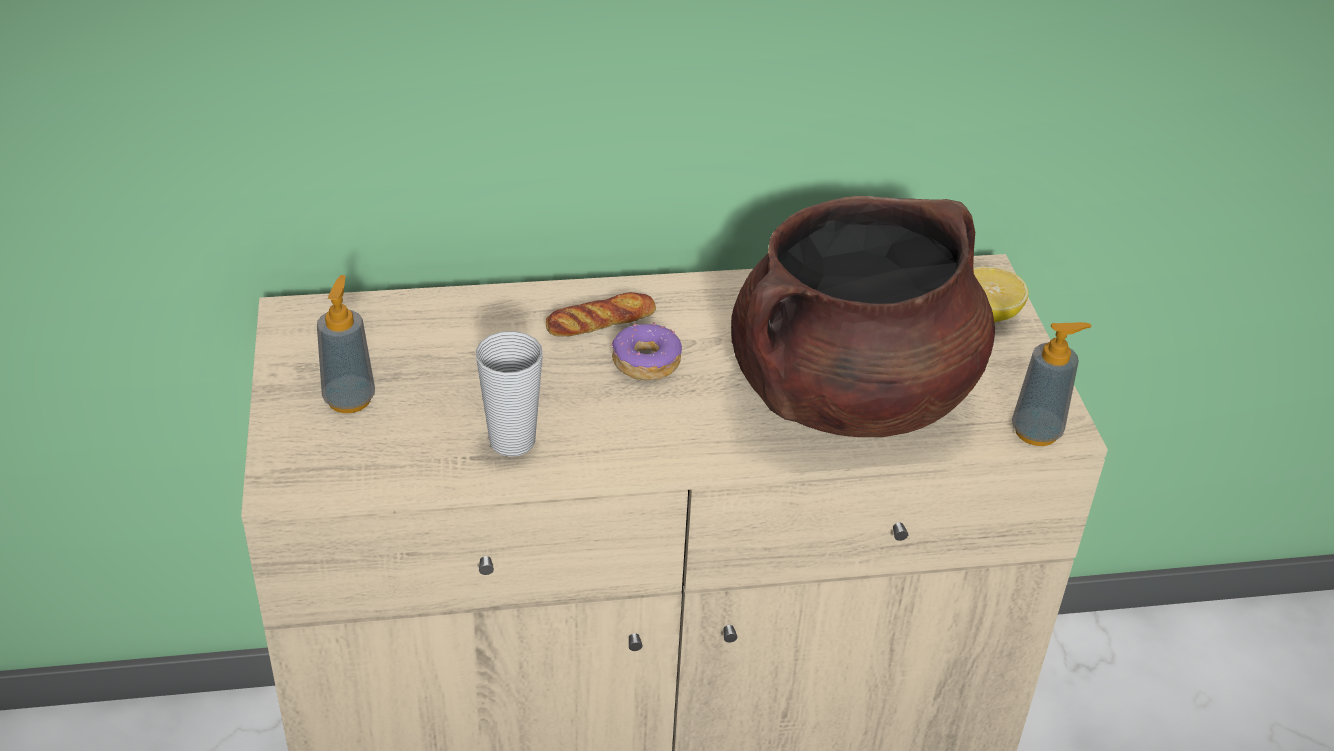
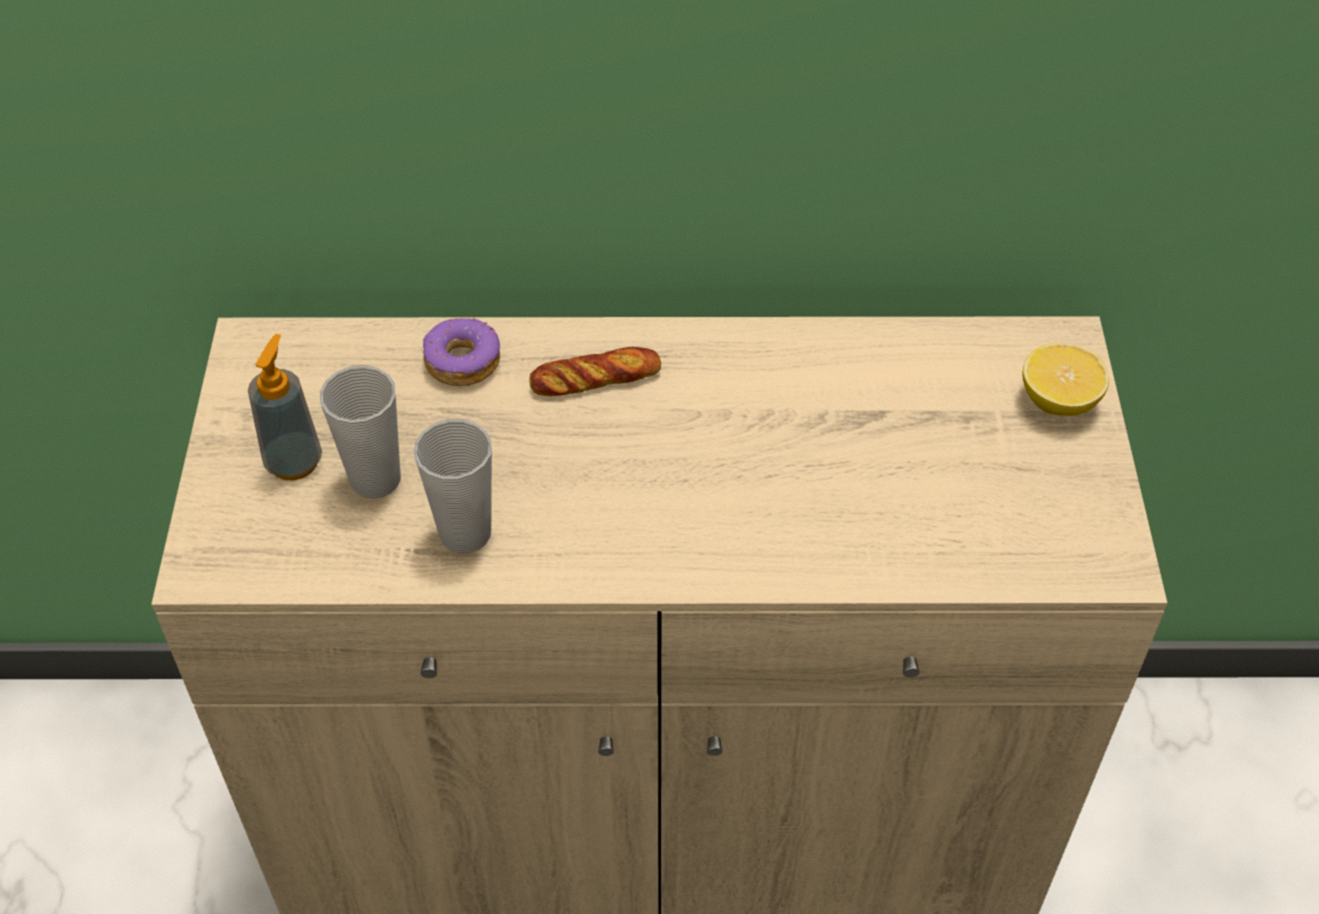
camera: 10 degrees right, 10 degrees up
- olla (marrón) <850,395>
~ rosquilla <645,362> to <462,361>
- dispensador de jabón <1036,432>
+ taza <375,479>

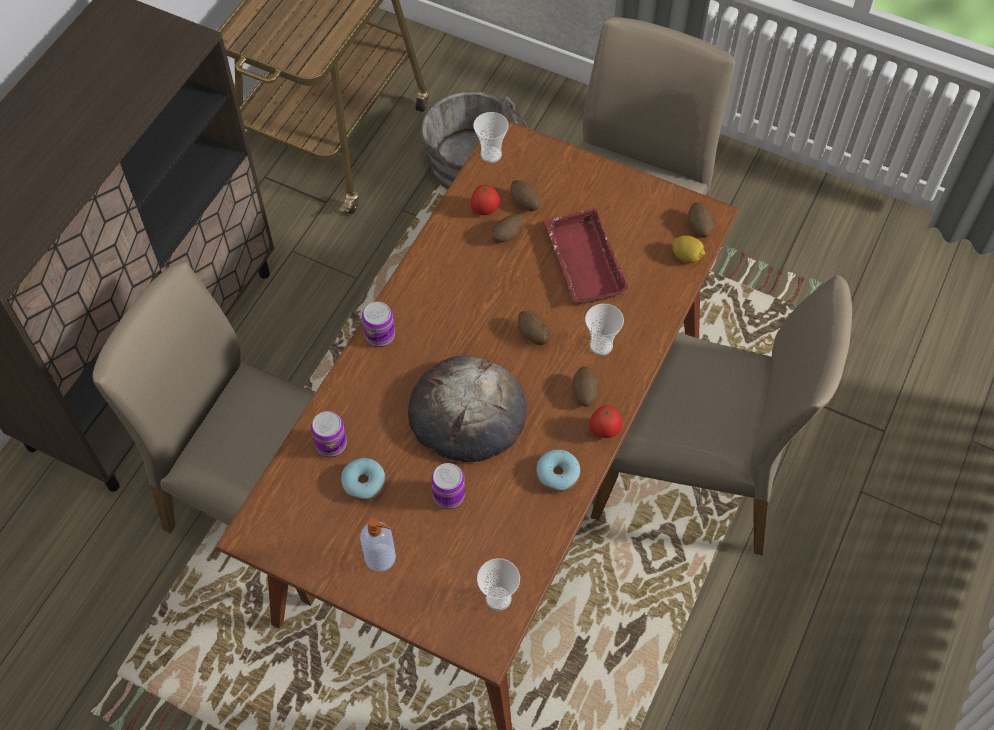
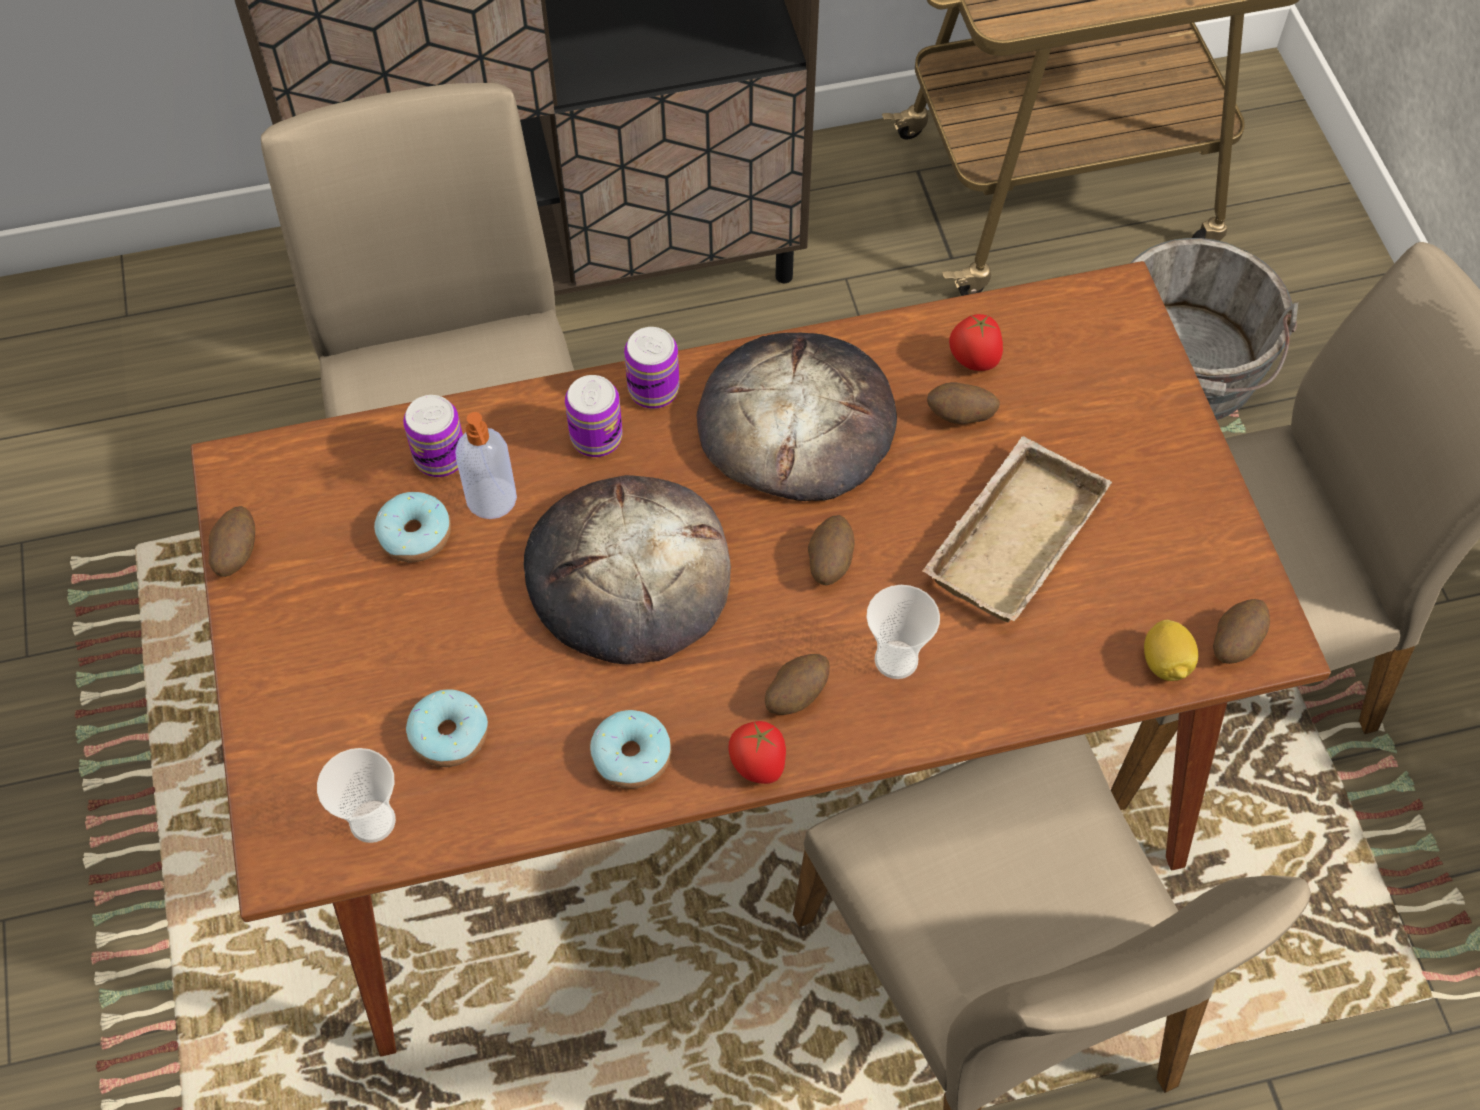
camera: 50 degrees right, 0 degrees up
- taza <491,154>
~ patata <524,203> to <236,553>
~ bandeja (rojo) <581,262> to bandeja (beis) <1011,535>
~ lata <449,496> to <596,438>
~ dispensador de jabón <381,558> to <492,500>
+ pan <796,422>
+ rosquilla <449,735>

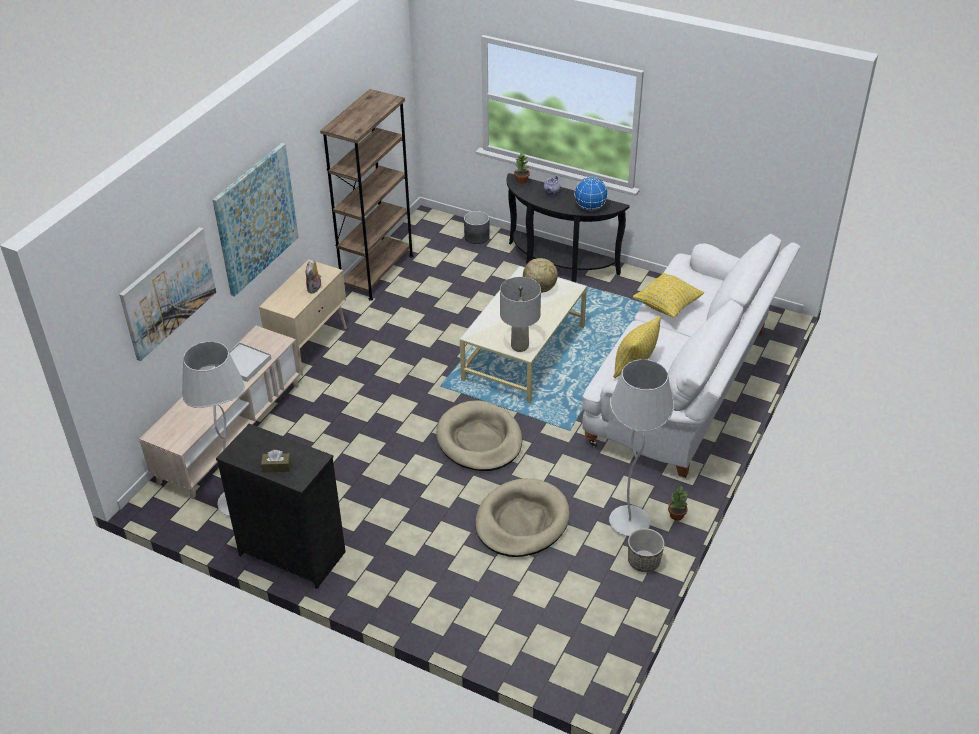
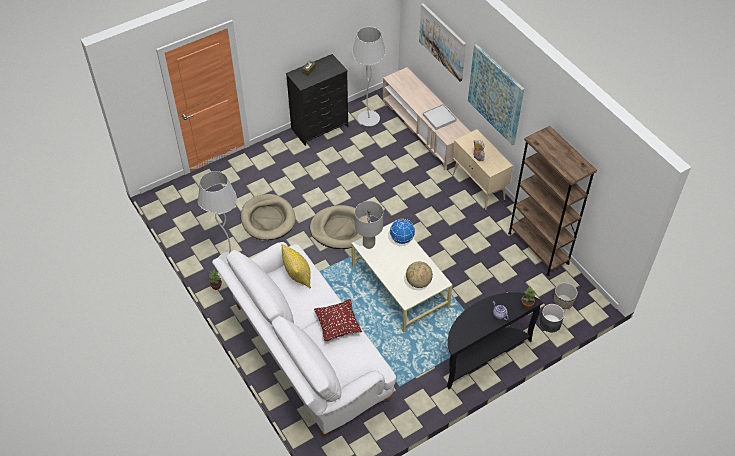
camera: 120 degrees right, 10 degrees up
~ globo terráqueo <590,207> to <401,239>
~ cojín (amarillo) <667,306> to cojín (rojo) <338,326>
~ maceta <643,561> to <563,302>

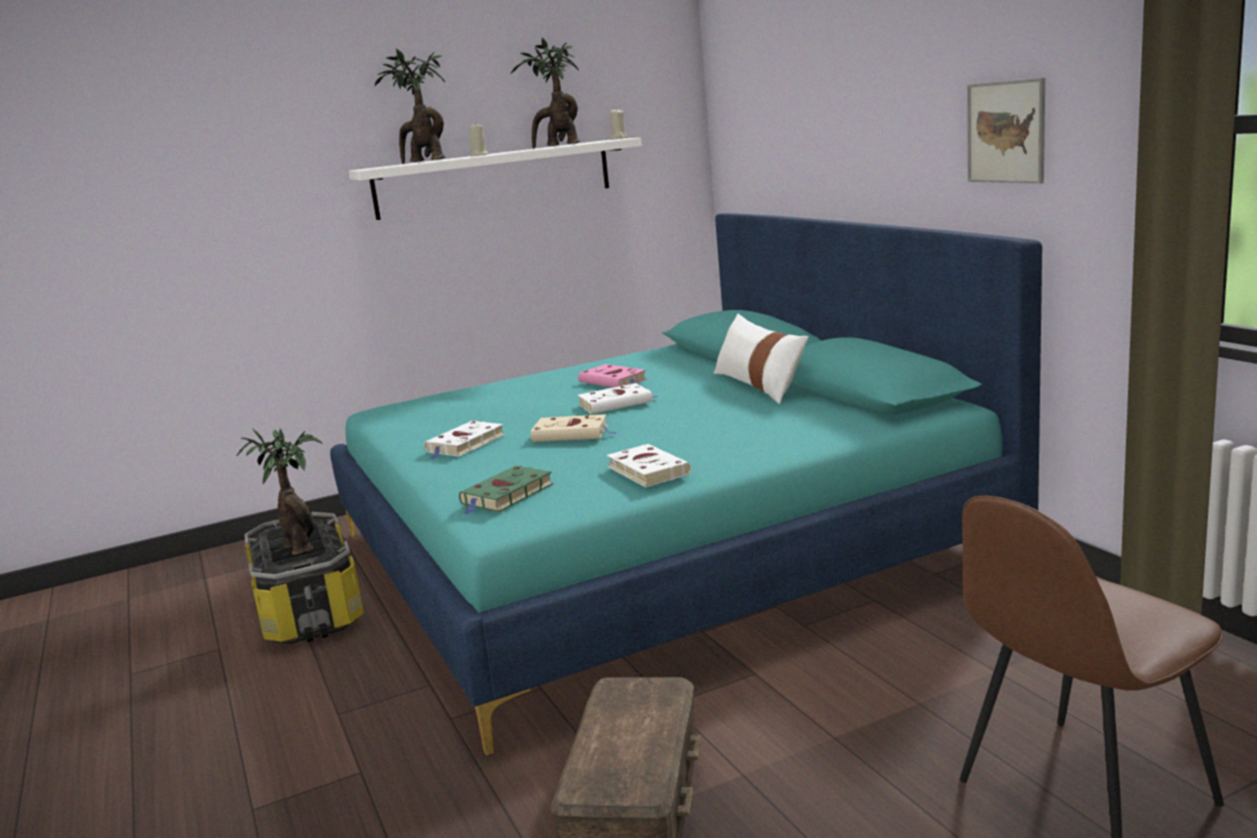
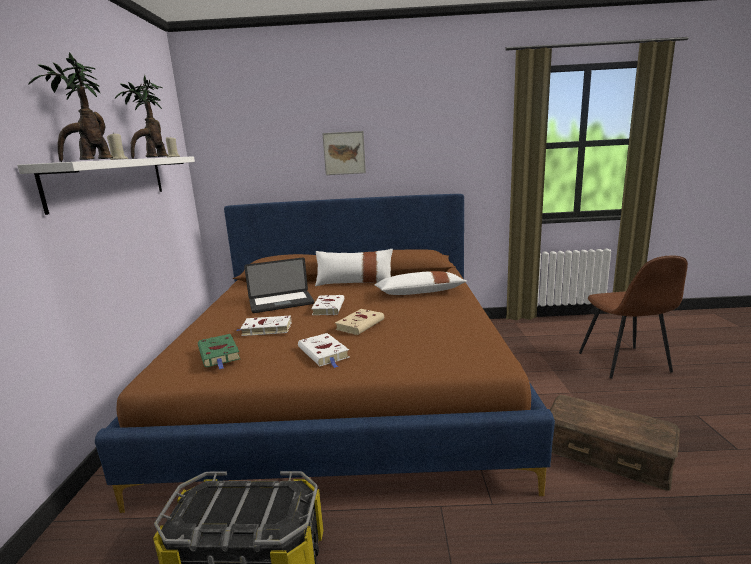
camera: 65 degrees left, 0 degrees up
~ cuadro <1006,132> to <344,153>
~ cama (turquesa) <656,546> to cama (marrón) <345,387>
~ libro (rosa) <614,381> to portátil <281,303>
- planta en maceta <300,547>
~ libro (blanco) <646,470> to <265,329>
~ libro (verde) <506,495> to <219,354>
+ cojín (blanco) <419,293>

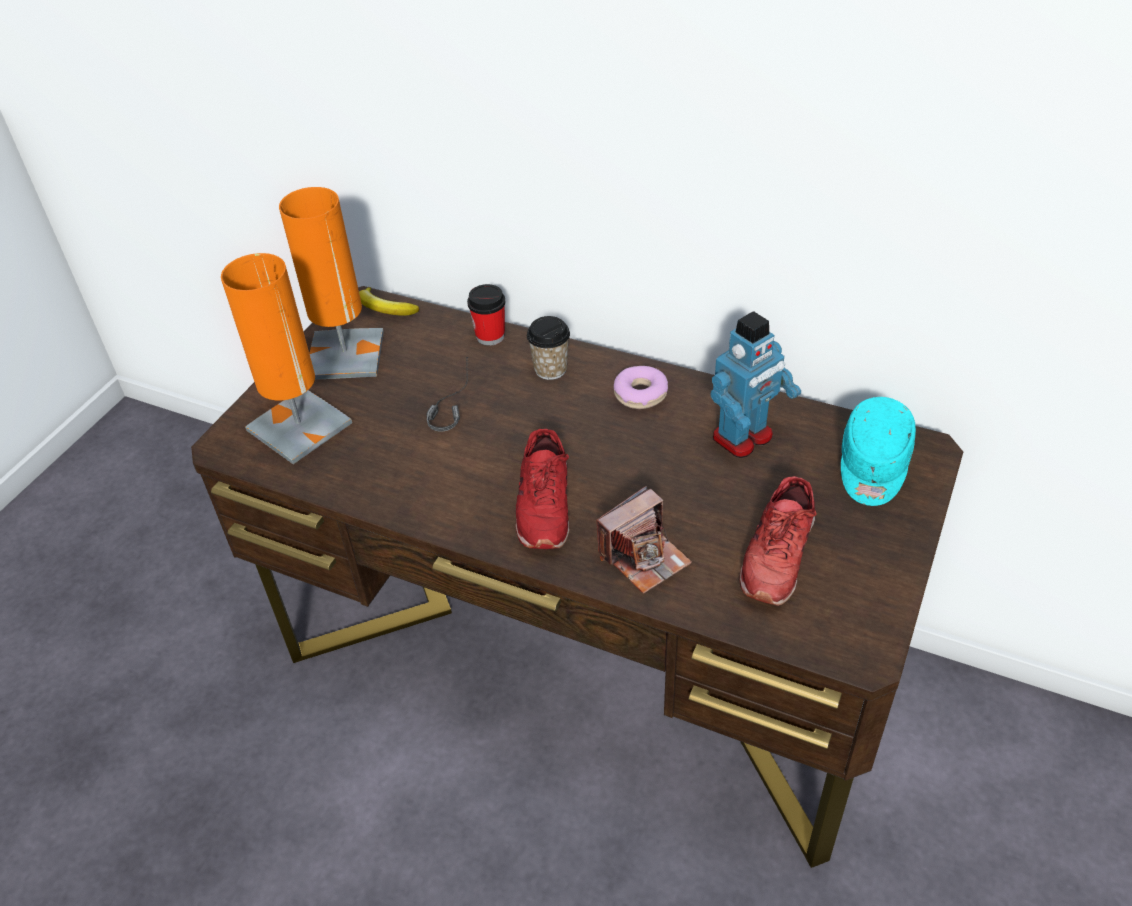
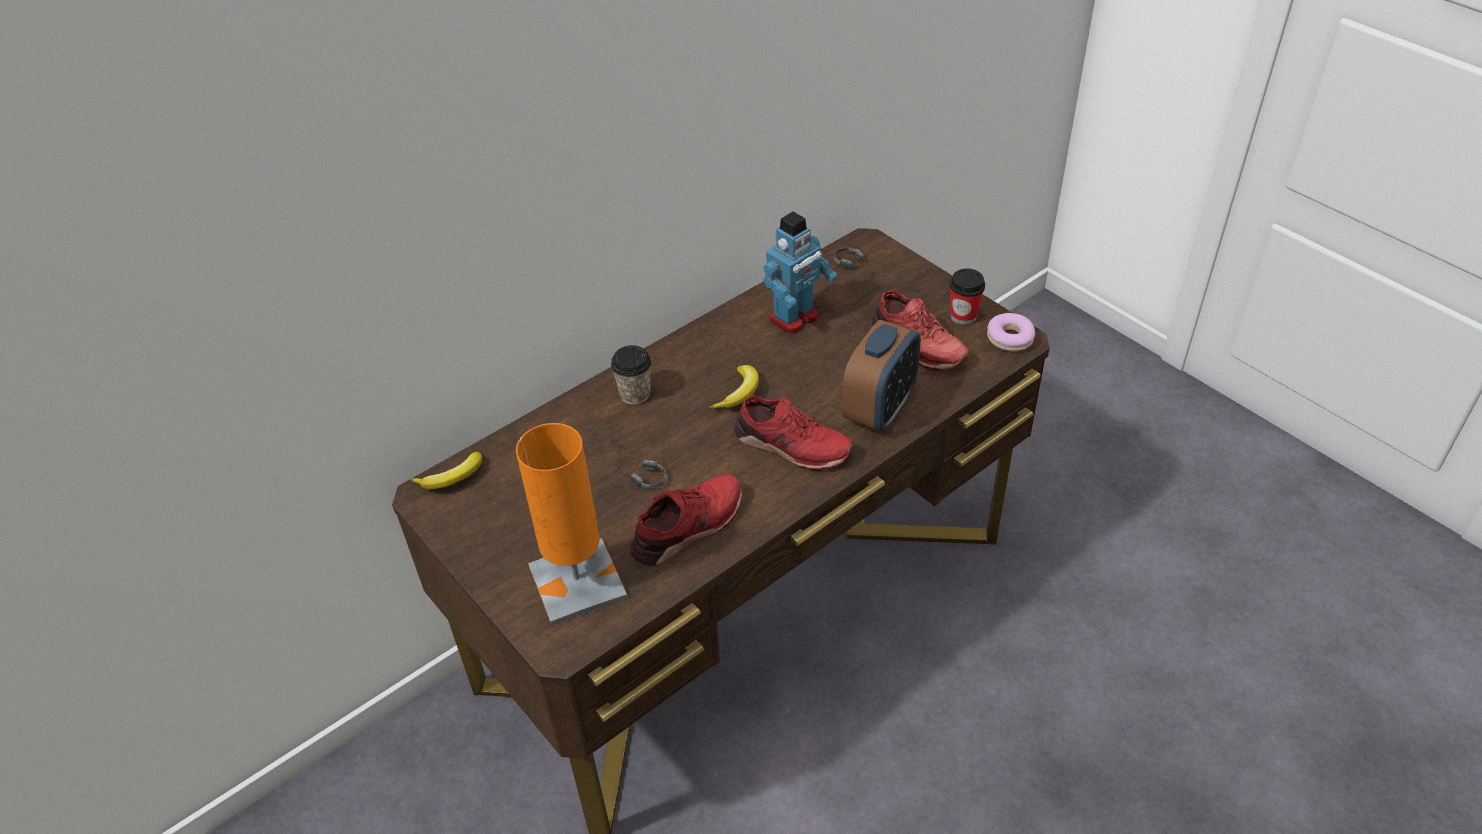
camera: 65 degrees left, 0 degrees up
- lámpara de mesa (naranja) <345,355>
~ taza <490,336> to <963,316>
~ robot de juguete <743,438> = <795,318> 60 degrees clockwise
~ rosquilla <641,394> to <1010,338>
~ gorra (turquesa) <873,466> to auriculares <865,271>
~ cámara <644,557> to despertador <879,409>
+ plátano <739,393>
+ zapato (rojo) <689,528>

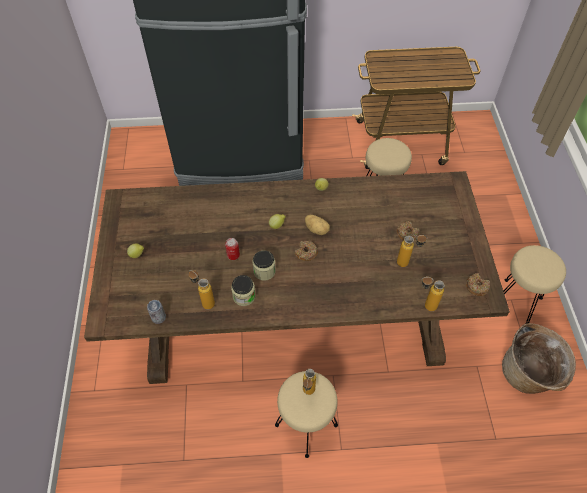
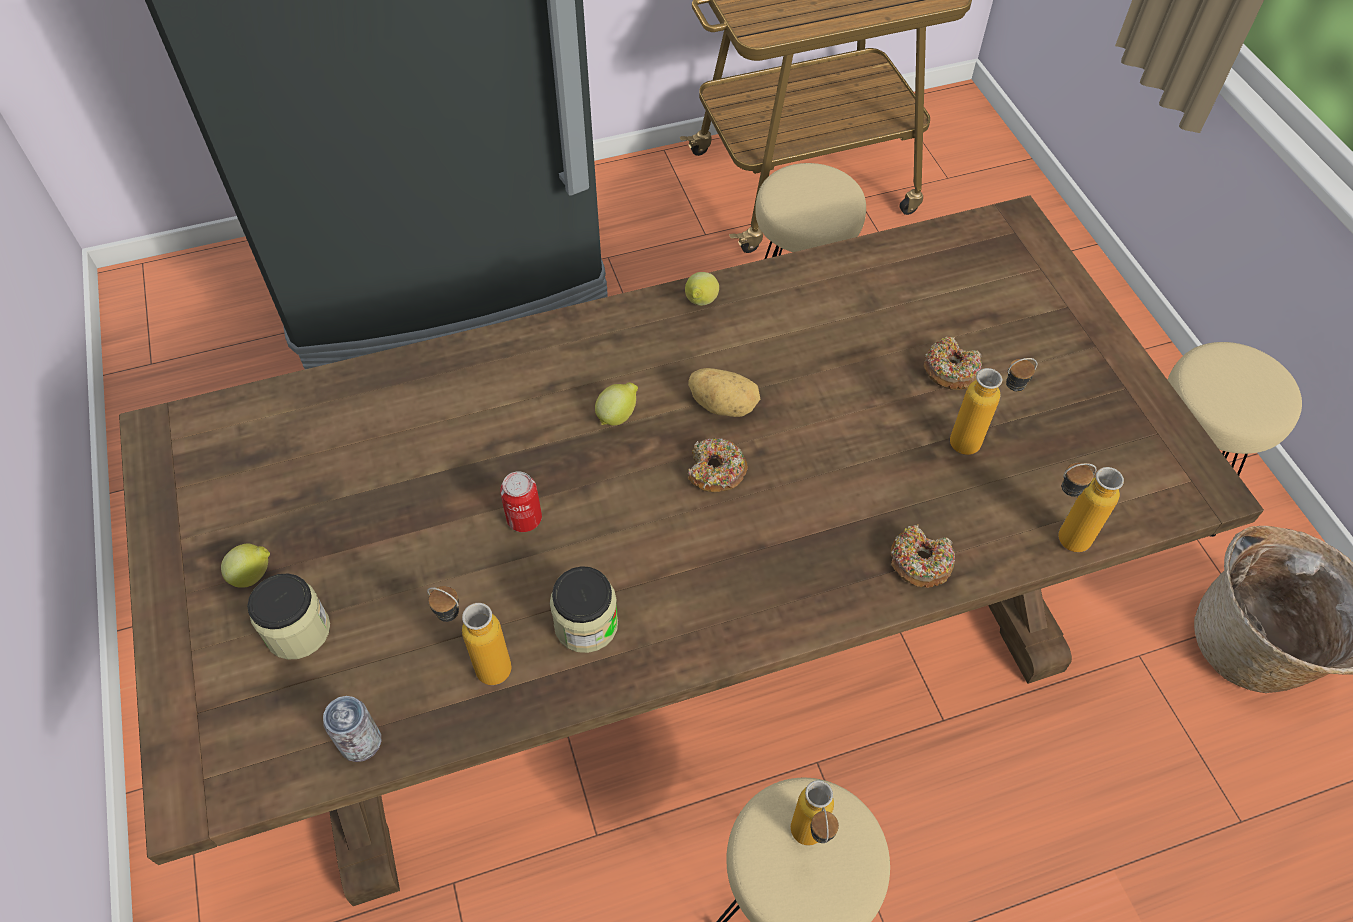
camera: 15 degrees left, 0 degrees up
~ tarro <264,271> to <298,631>
~ rosquilla <476,287> to <920,562>

